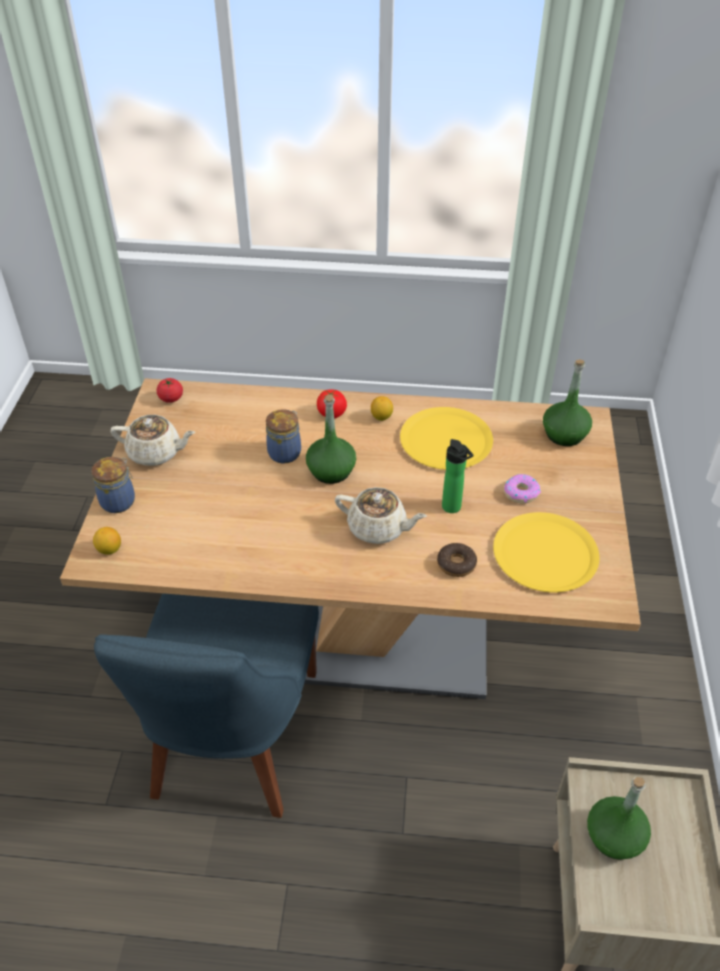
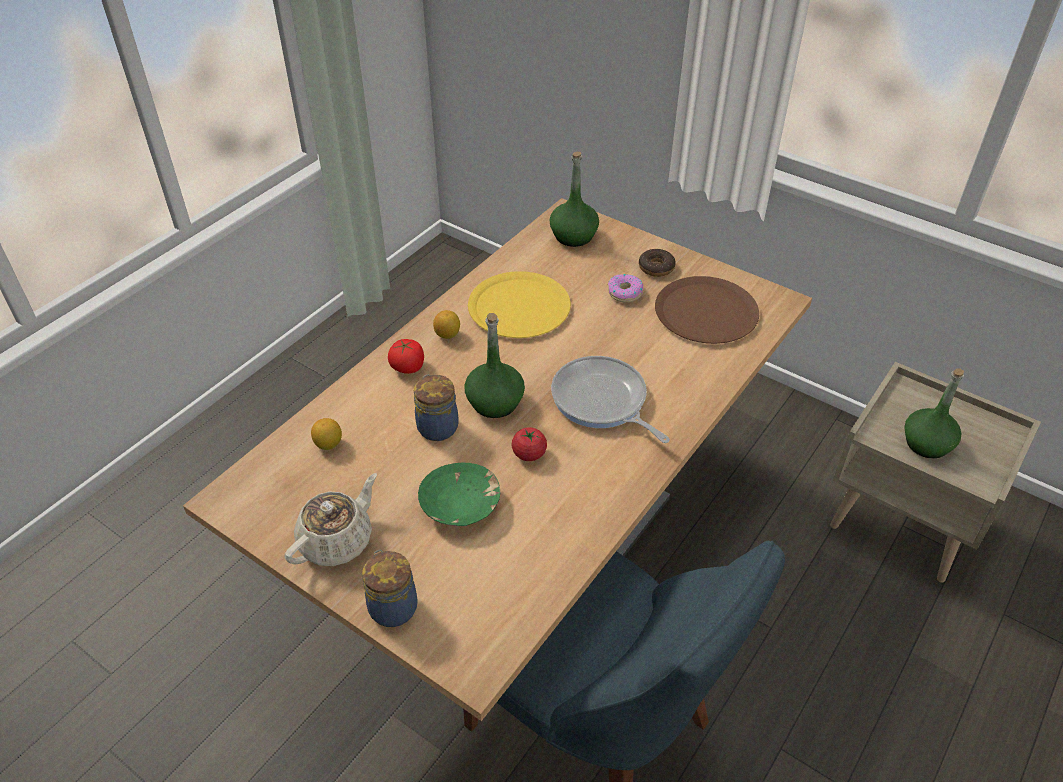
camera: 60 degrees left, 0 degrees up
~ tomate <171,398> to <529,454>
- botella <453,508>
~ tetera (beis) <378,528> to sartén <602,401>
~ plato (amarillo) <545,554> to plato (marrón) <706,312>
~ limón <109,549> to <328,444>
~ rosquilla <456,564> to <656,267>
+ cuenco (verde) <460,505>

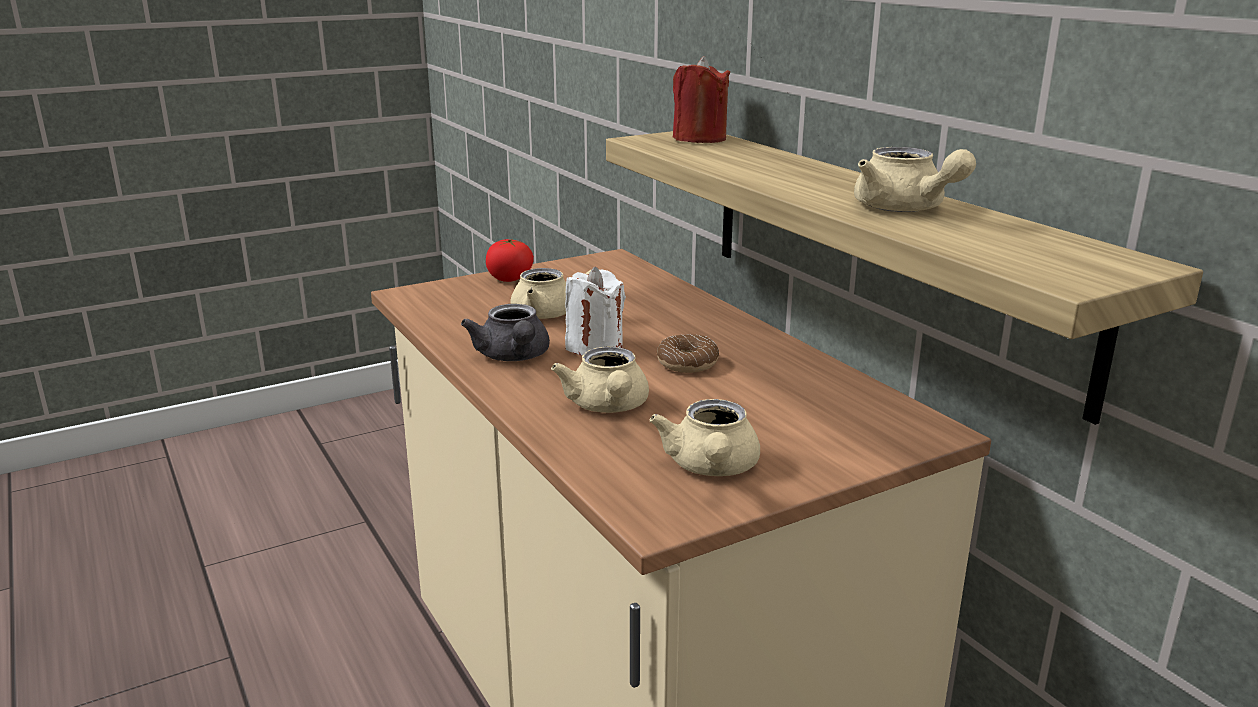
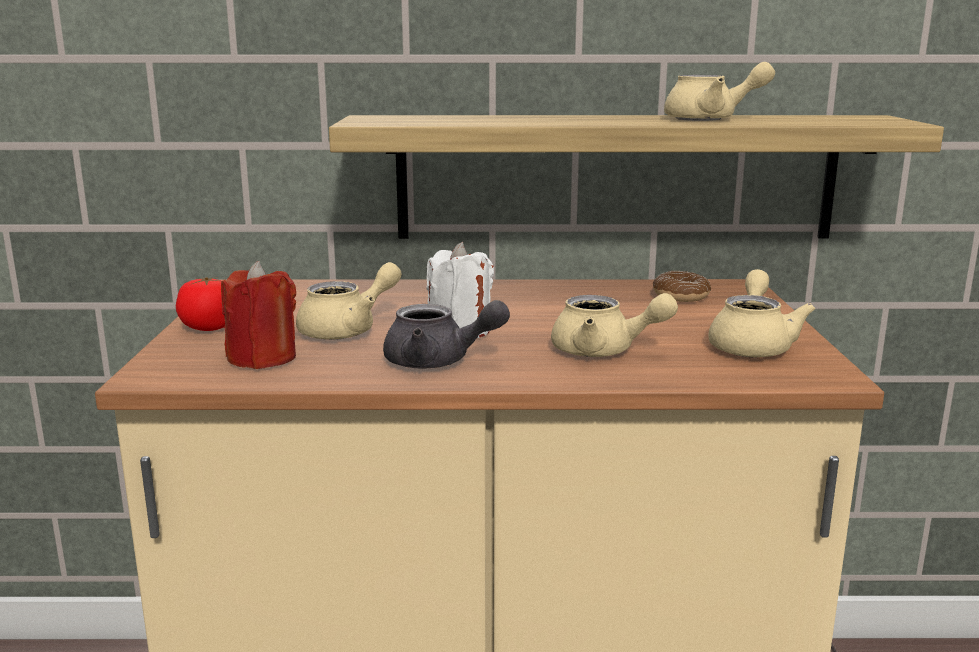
camera: 60 degrees left, 5 degrees down
~ vela (rojo) <699,138> to <262,358>
~ rosquilla <687,363> to <680,296>
~ tetera (beis) <711,468> = <752,344> 105 degrees counterclockwise

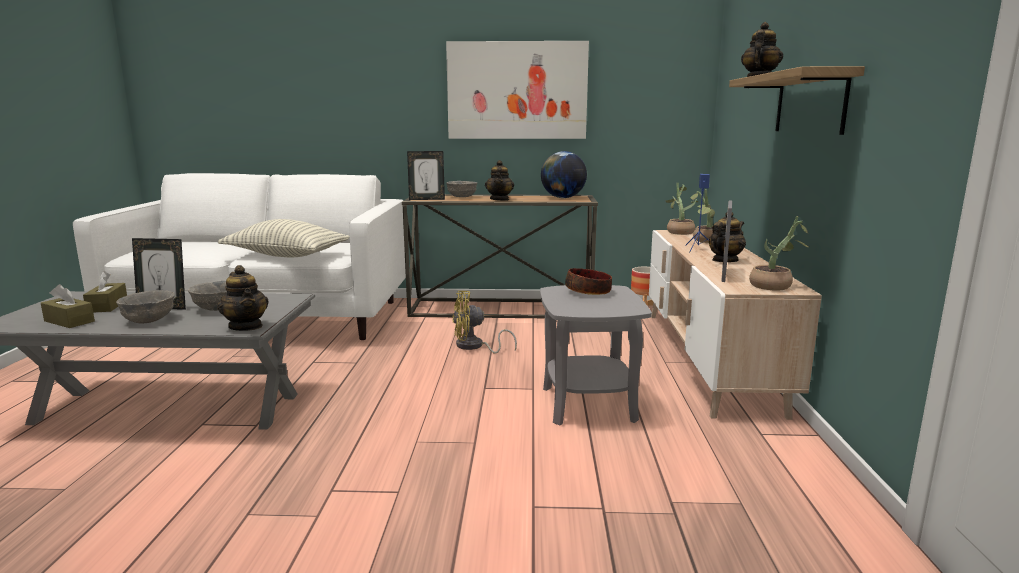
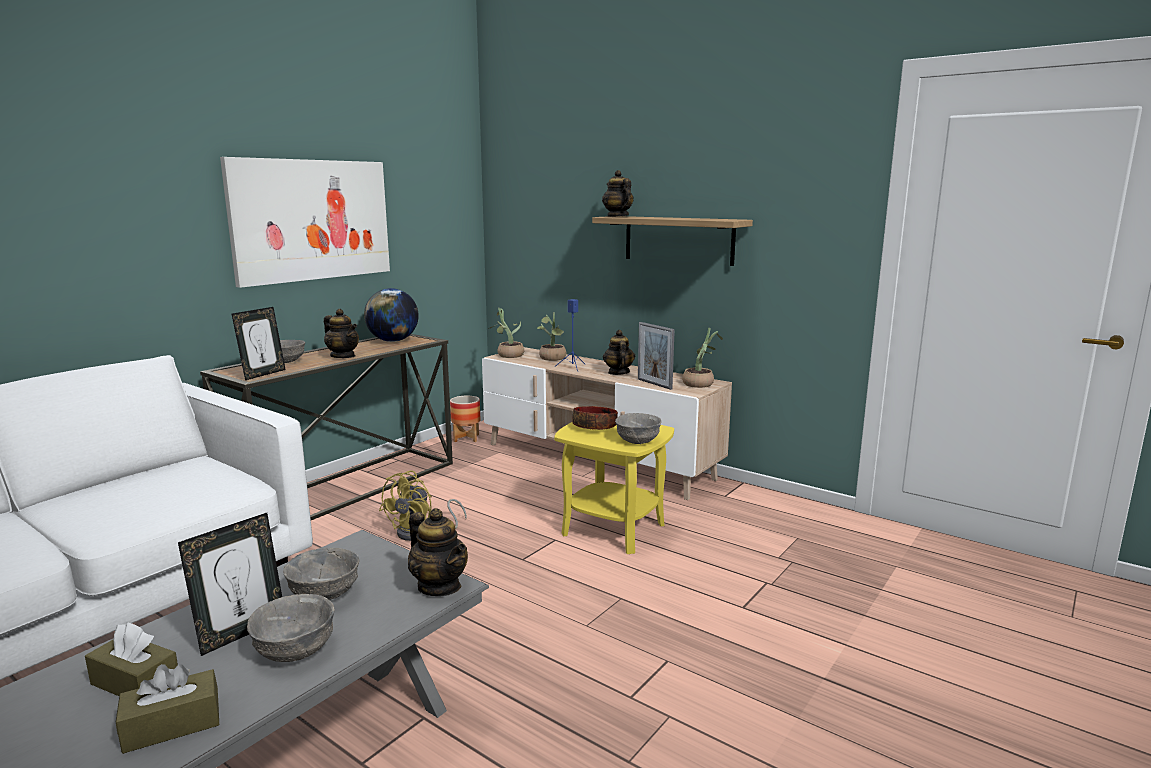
camera: 55 degrees left, 0 degrees up
- cojín <286,256>
~ tetera <246,326> = <439,586> 45 degrees clockwise
~ mesa auxiliar (gris) <589,404> to mesa auxiliar (amarillo) <614,529>
+ cuenco (gris) <638,441>

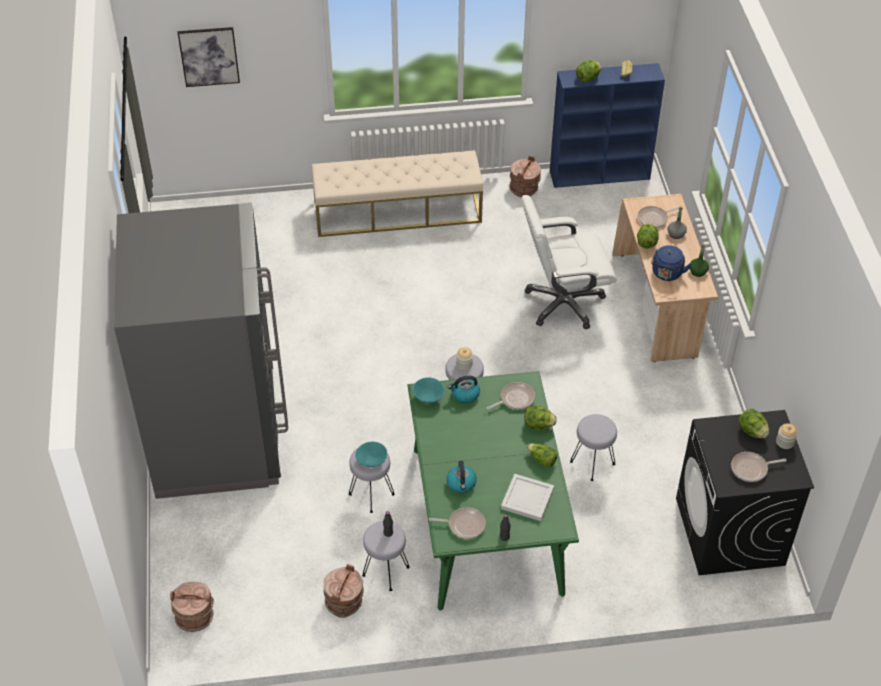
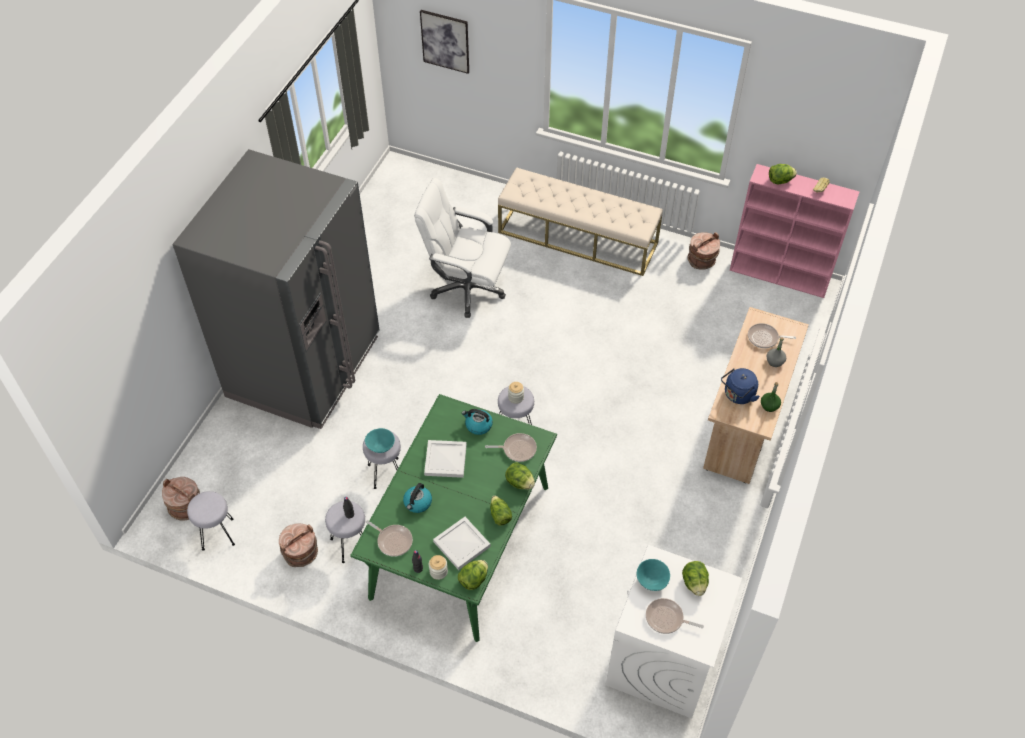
camera: 30 degrees right, 5 degrees up
~ estantería (azul) <600,174> to estantería (rosa) <780,275>
~ silla de oficina (blanco) <563,303> to <466,289>
~ lechuga <646,243> to <473,580>
~ cuenco (turquesa) <428,398> to <652,581>
~ lavadora (negro) <730,532> to lavadora (blanco) <663,660>
~ taburete (gris) <592,463> to <217,534>
~ tarro <785,442> to <438,571>
+ bandeja (blanco) <446,459>

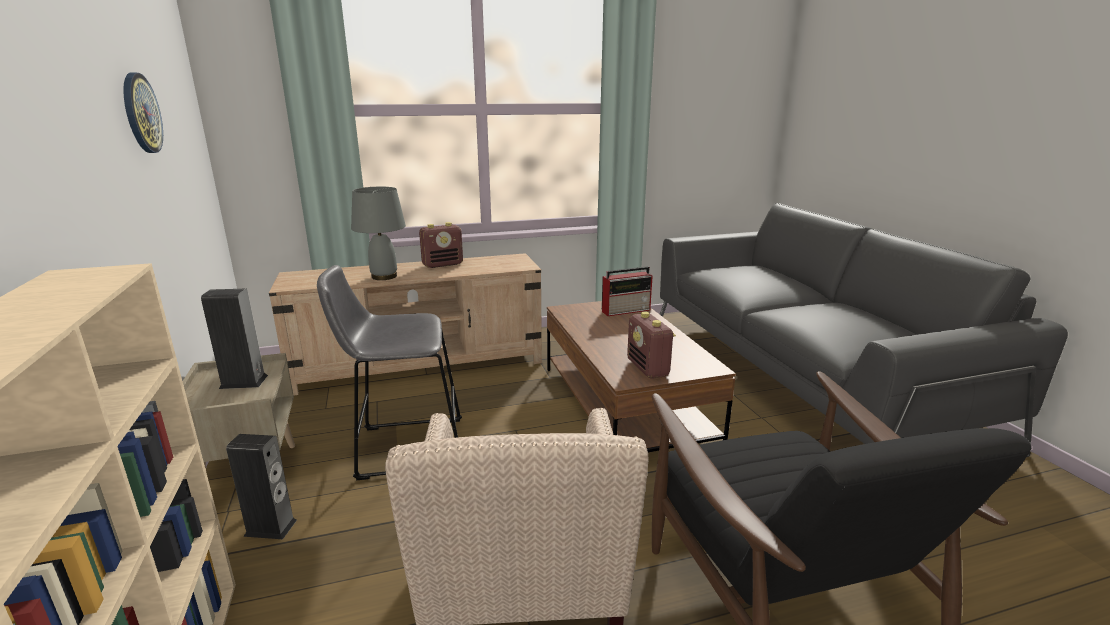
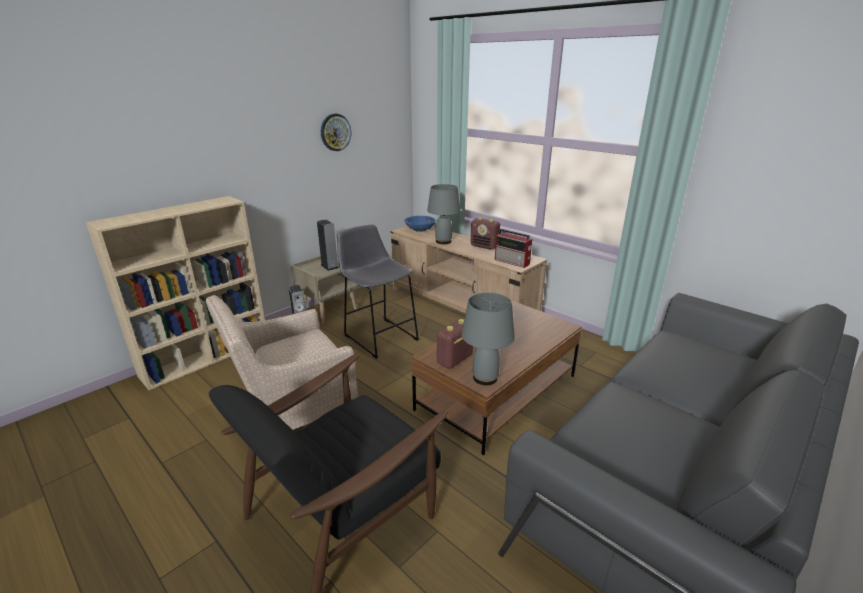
camera: 60 degrees right, 5 degrees up
~ radio <626,310> to <512,262>
+ cuenco (azul) <420,229>
+ lámpara de mesa (gris) <485,378>

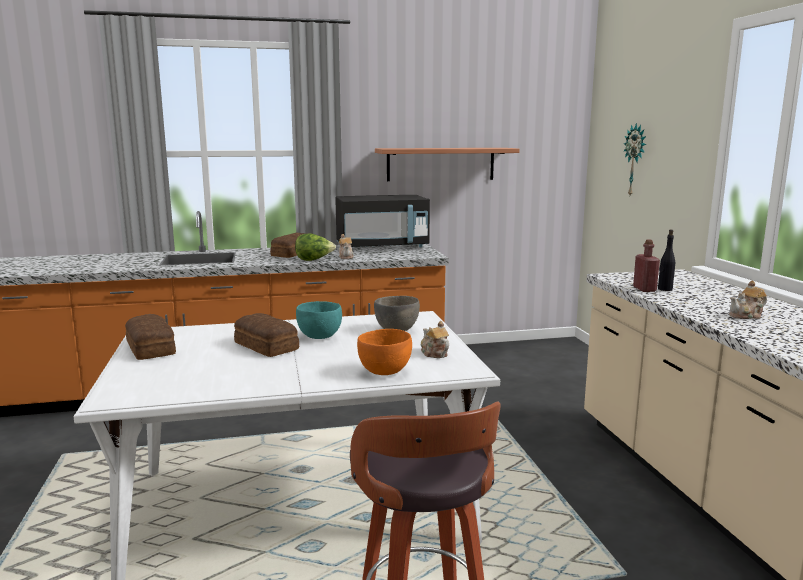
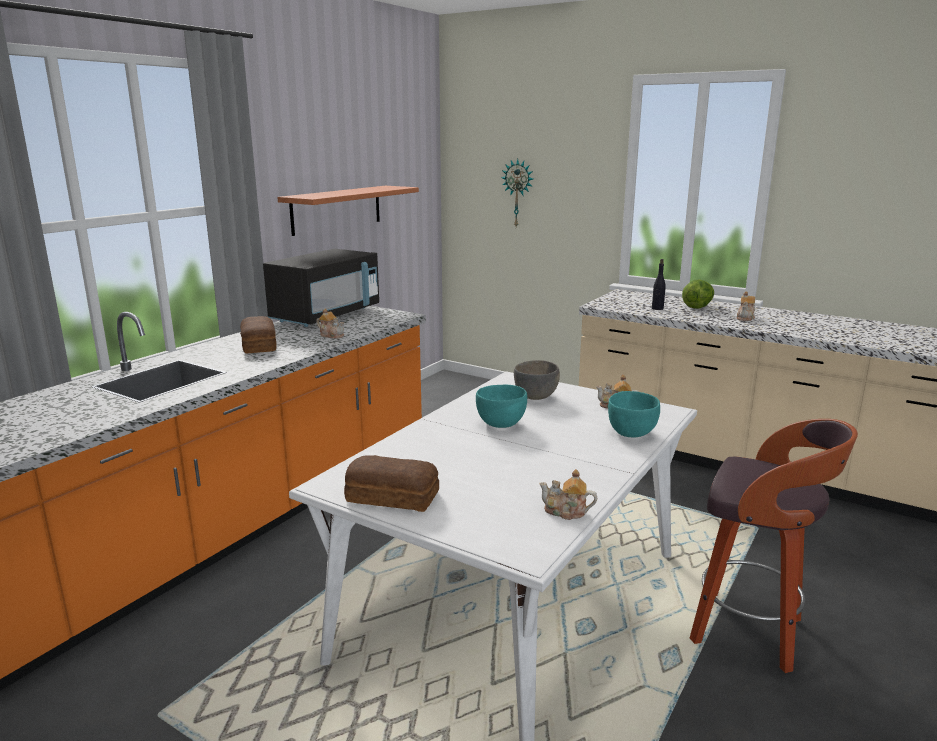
camera: 45 degrees left, 5 degrees up
~ lechuga <314,260> to <697,307>
- botella (rojo) <644,289>
- pan <266,346>
~ cuenco (naranja) <385,372> to cuenco (turquesa) <631,433>
+ tetera <566,512>

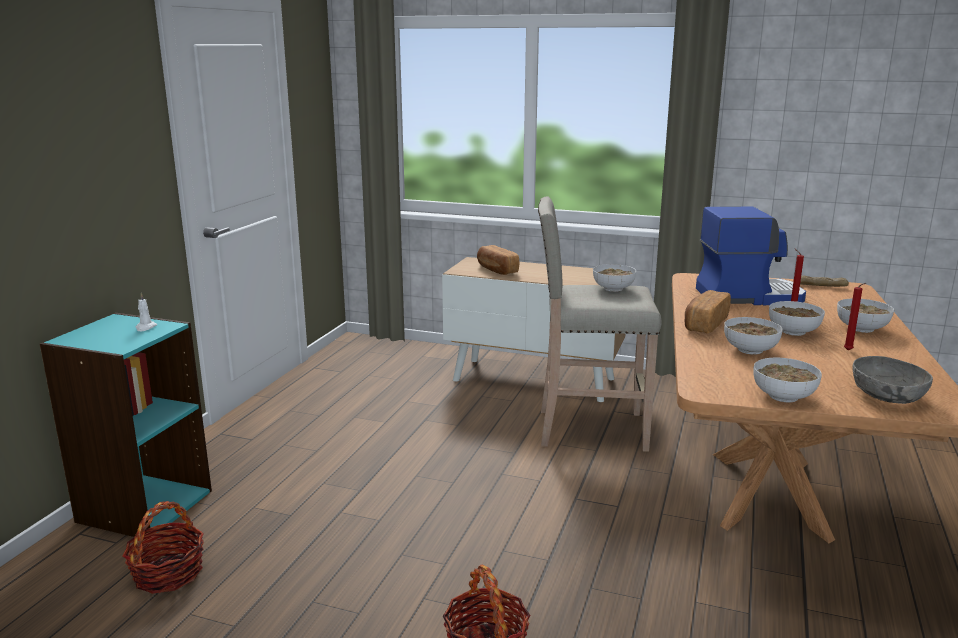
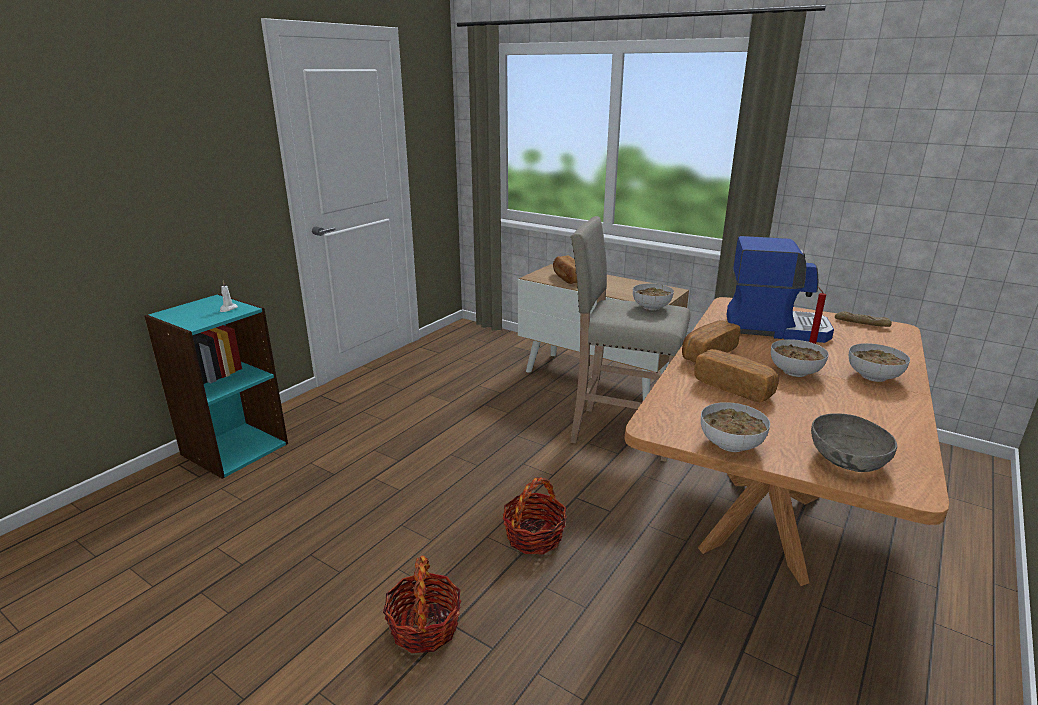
camera: 15 degrees right, 5 degrees up
- vela (rojo) <849,351>
~ cuenco <750,350> to pan <734,388>
~ cesta <168,573> to <534,536>

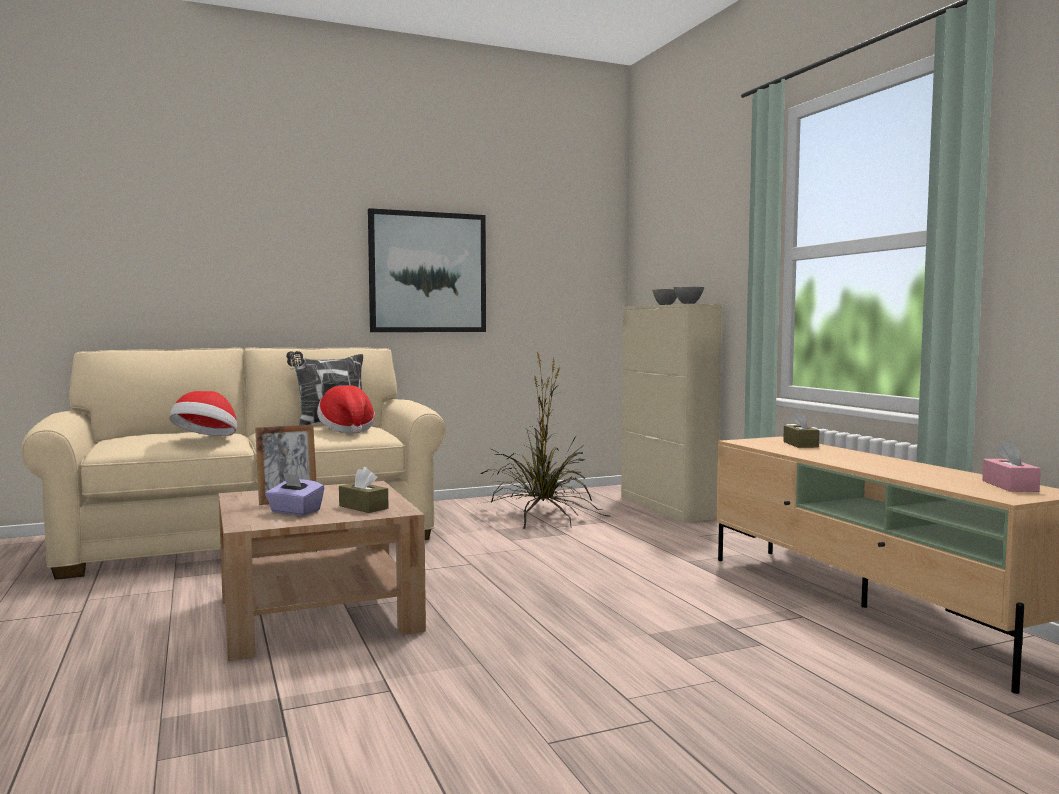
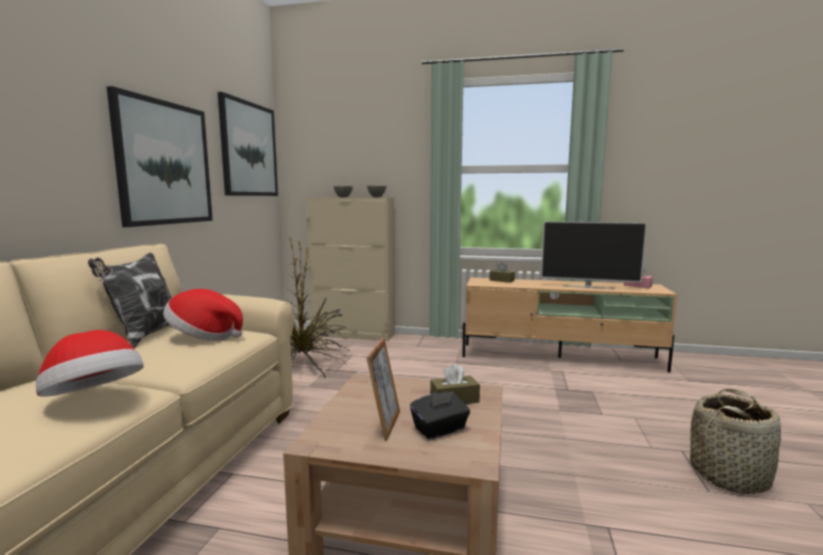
camera: 55 degrees left, 5 degrees up
~ caja de pañuelos (morado) <295,512> to caja de pañuelos (negro) <440,429>
+ cuadro <249,149>
+ televisor <588,287>
+ cesta <729,475>

